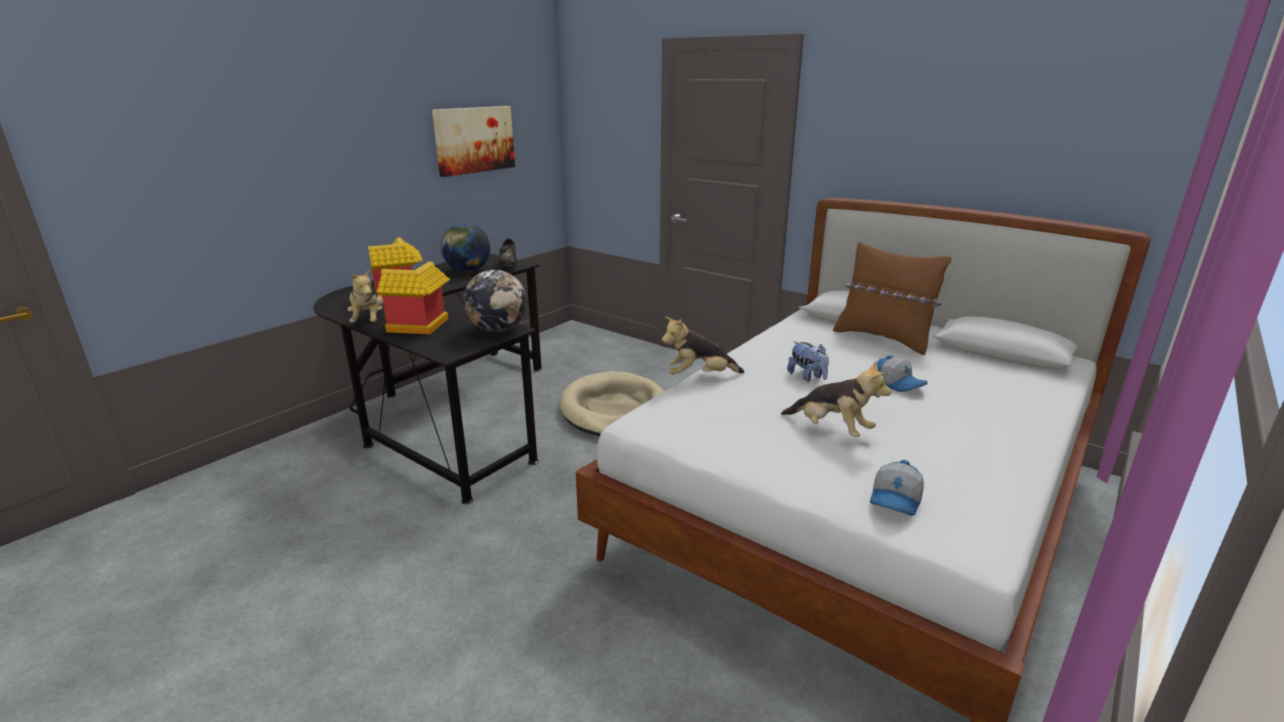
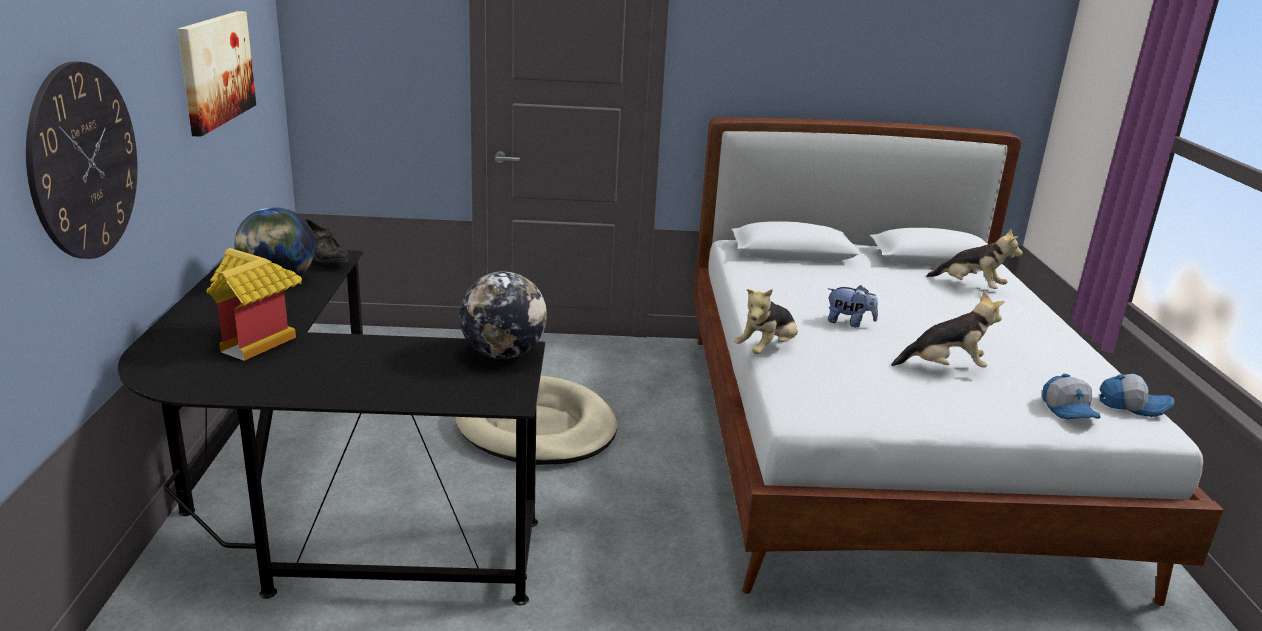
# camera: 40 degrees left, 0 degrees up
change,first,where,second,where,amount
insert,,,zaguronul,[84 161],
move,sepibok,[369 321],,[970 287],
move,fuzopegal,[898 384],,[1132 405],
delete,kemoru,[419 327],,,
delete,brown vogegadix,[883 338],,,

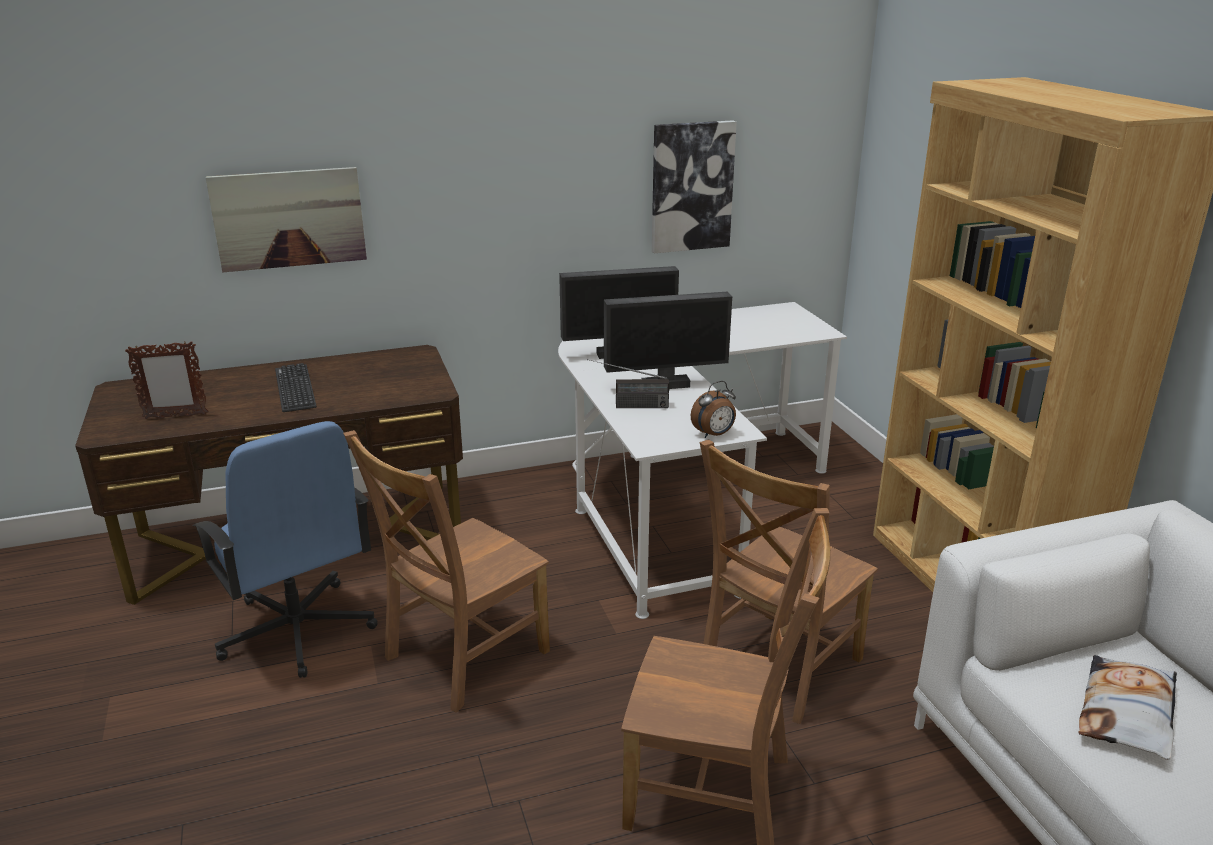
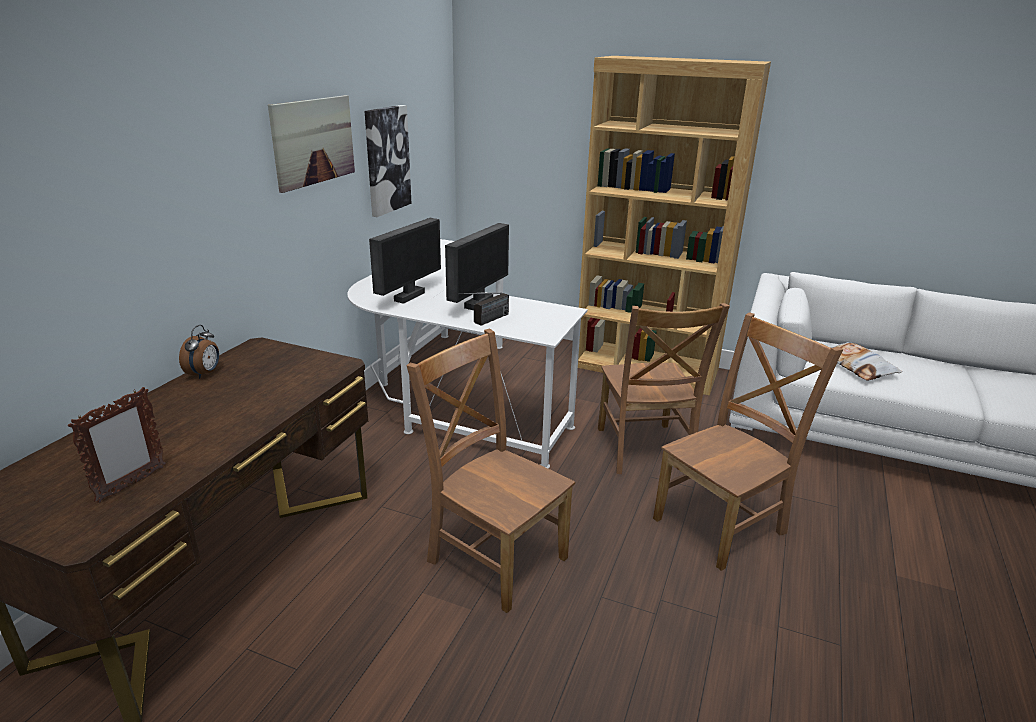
# camera: 50 degrees left, 0 degrees up
change,first,where,second,where,amount
move,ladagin,[714 435],,[205 374],
move,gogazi,[289 219],,[313 141],
rotate,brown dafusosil,[461 657],,[494 556],135 degrees clockwise
delete,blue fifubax,[297 631],,,
delete,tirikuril,[295 388],,,

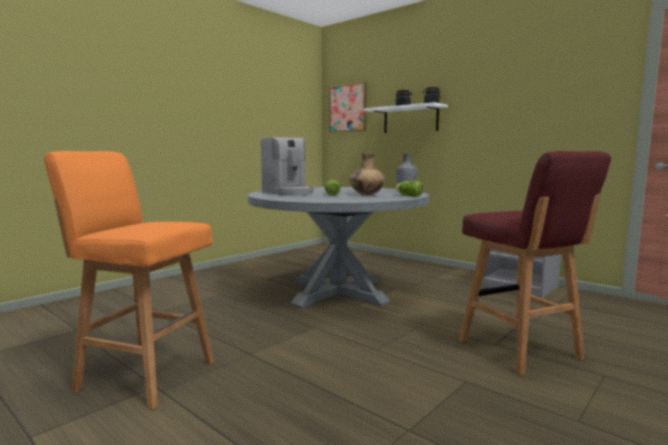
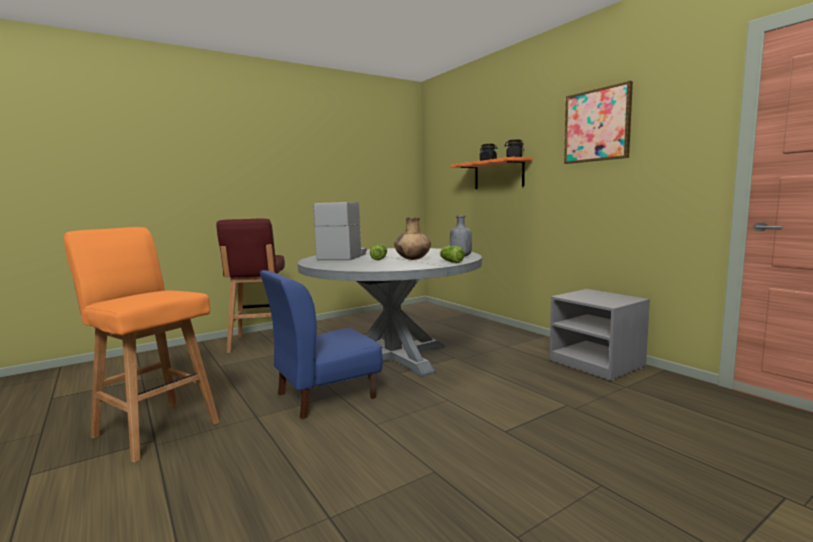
# camera: 15 degrees right, 0 degrees up
change,first,where,second,where,amount
move,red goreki,[521 350],,[259 343],
insert,,,blue dafusosil,[325 395],
rotate,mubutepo,[288 193],,[343 256],150 degrees counterclockwise
recolor,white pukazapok,[410 119],orange pukazapok,[498 174],
move,gogazi,[348 108],,[597 125],

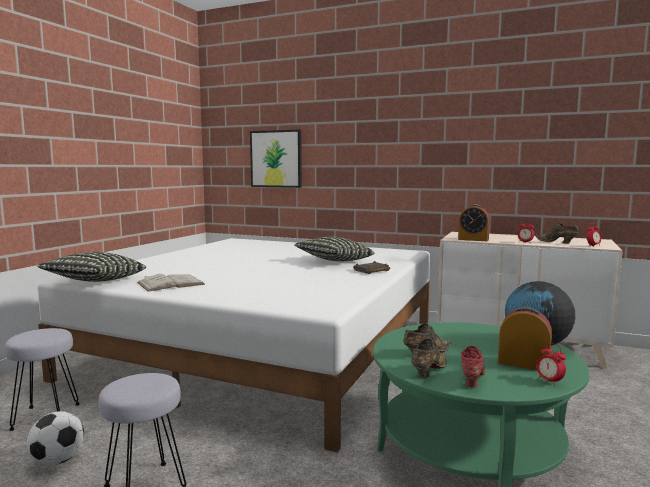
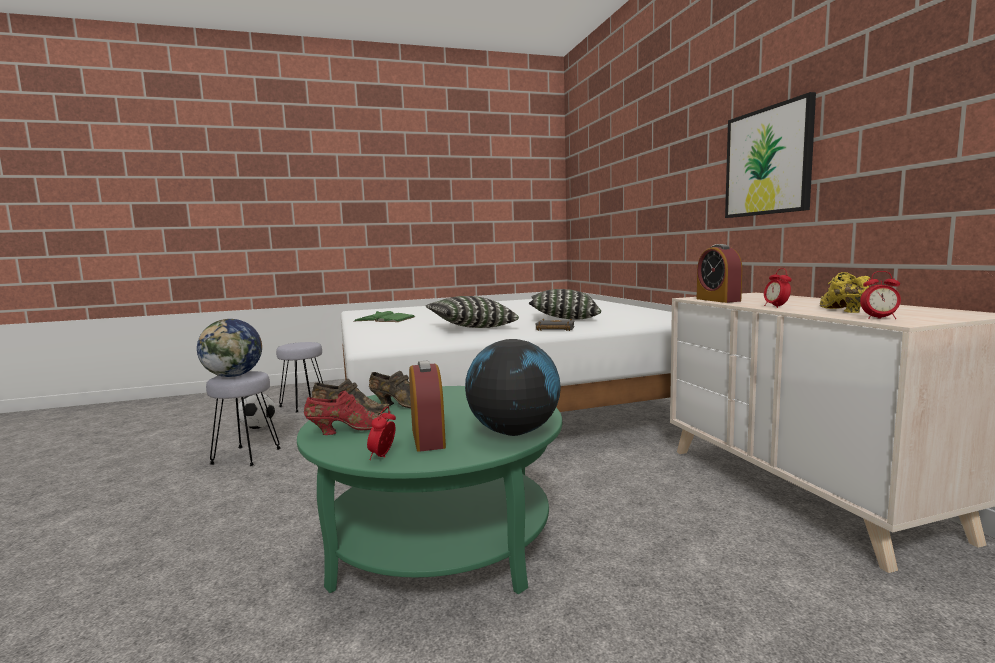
# camera: 50 degrees right, 0 degrees up
change,first,where,second,where,amount
insert,,,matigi,[233 376],
recolor,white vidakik,[171 283],green vidakik,[385 319],
move,vogegadix,[95 282],,[470 328],
move,gogazi,[276 159],,[768 161],
recolor,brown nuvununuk,[557 242],yellow nuvununuk,[842 310],

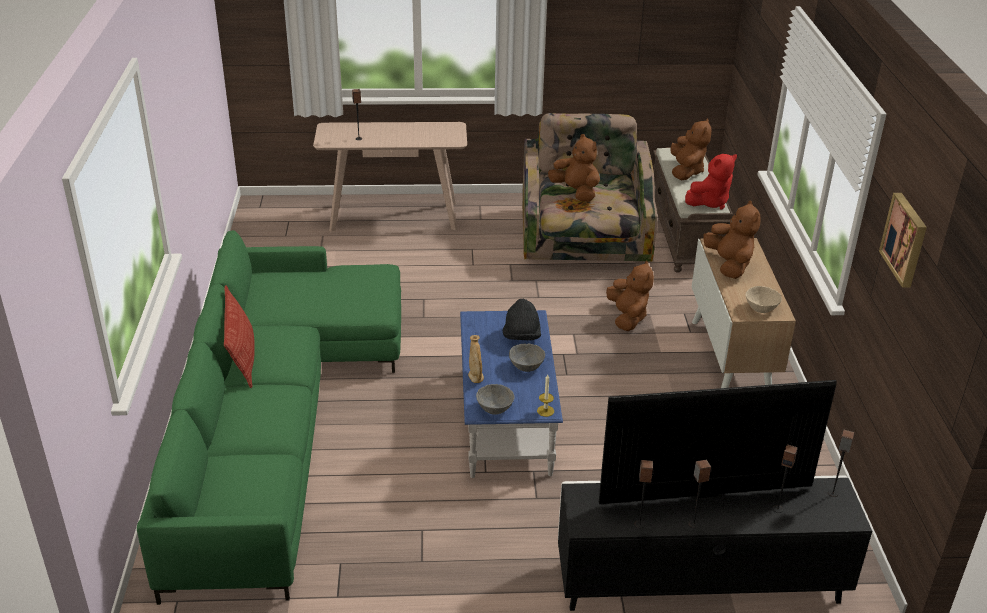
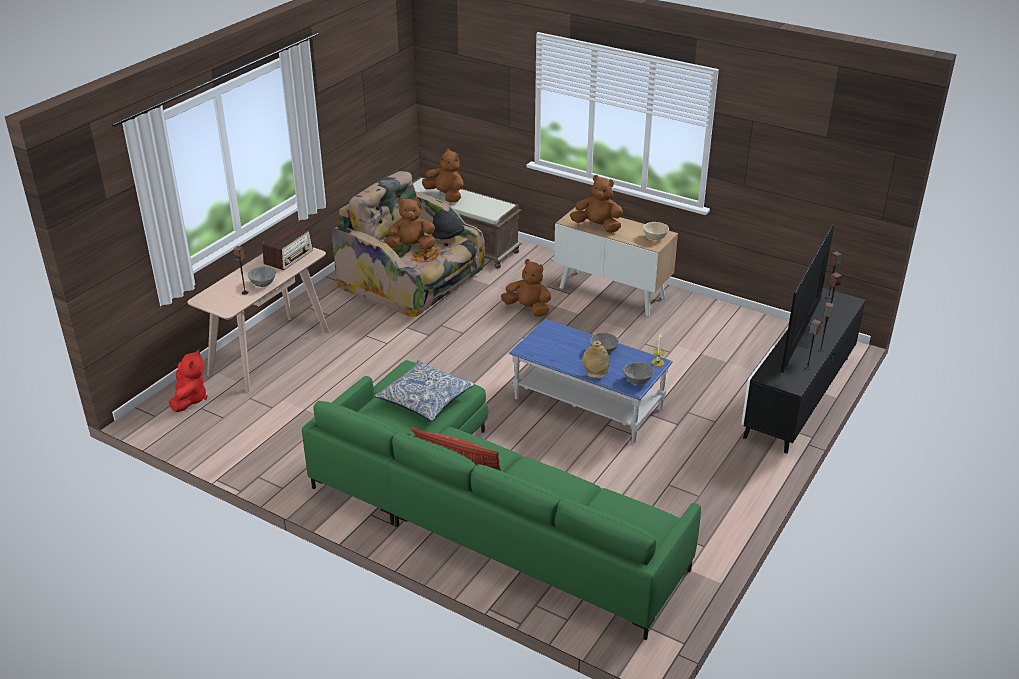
# camera: 55 degrees left, 0 degrees up
change,first,where,second,where,amount
move,red sepibok,[710 202],,[190 399],
insert,,,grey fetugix,[263 284],
insert,,,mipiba,[288 257],
insert,,,vogegadix,[425 399],
move,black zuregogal,[521 337],,[447 237],
delete,gogazi,[906 239],,,

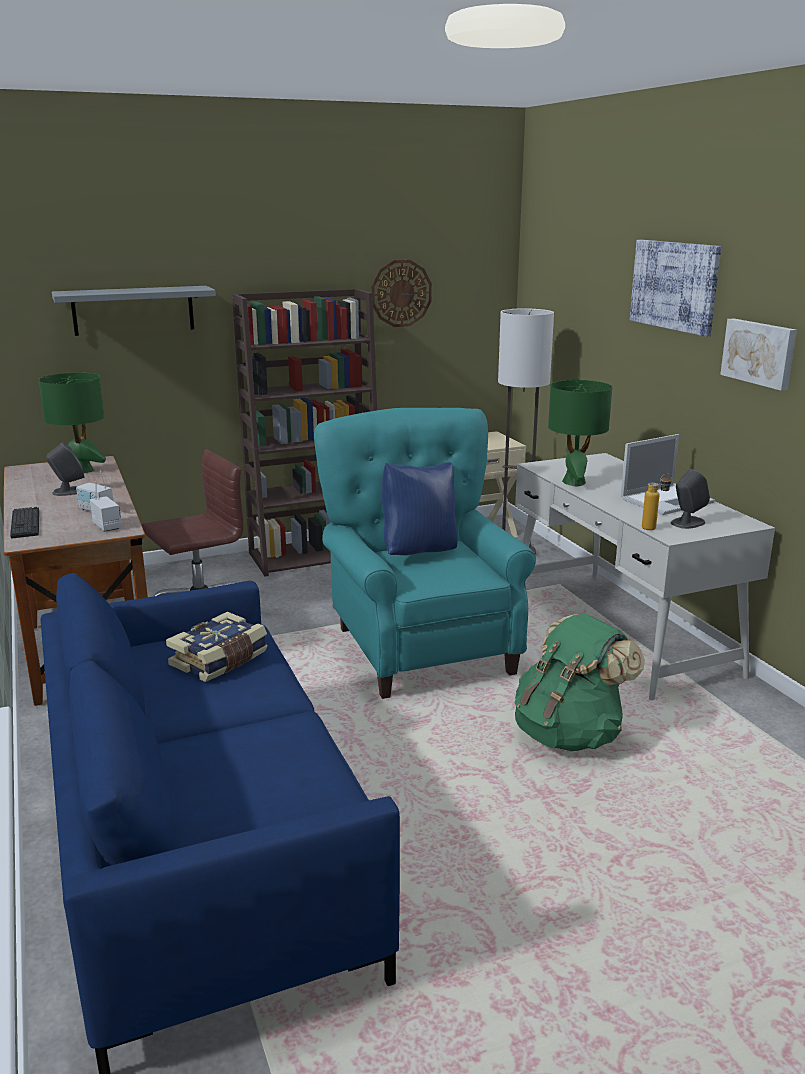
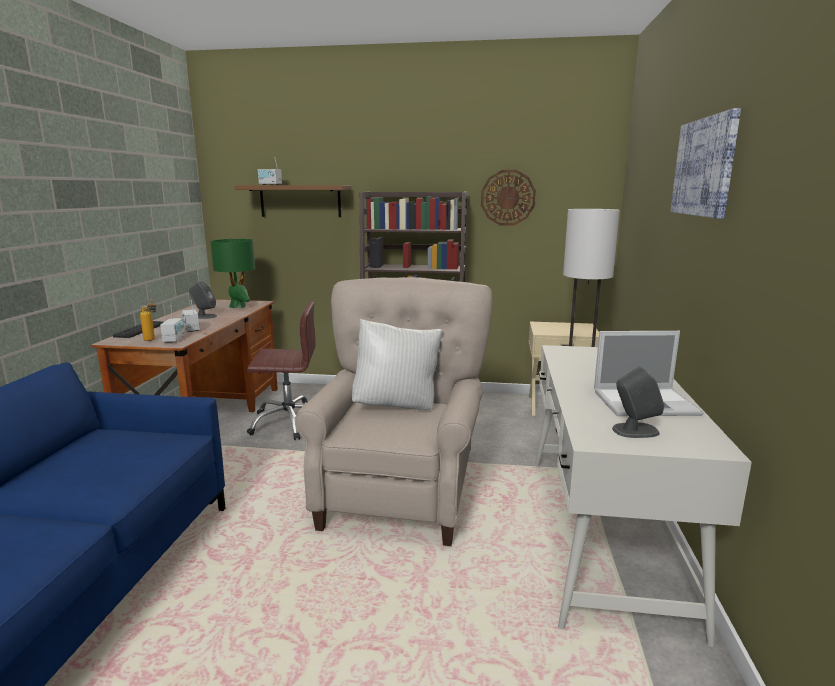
# camera: 30 degrees right, 5 degrees down
change,first,where,second,where,amount
move,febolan,[654 528],,[152 340],
recolor,grey pukazapok,[133 310],brown pukazapok,[300 201],
insert,,,mipiba,[270 184],
recolor,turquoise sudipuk,[420 647],beige sudipuk,[400 493],
recolor,blue vogegadix,[419 552],white vogegadix,[397 406],
delete,vidakik,[220 660],,,
delete,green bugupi,[569 734],,,
delete,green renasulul,[574 482],,,
delete,gogazi,[760 353],,,

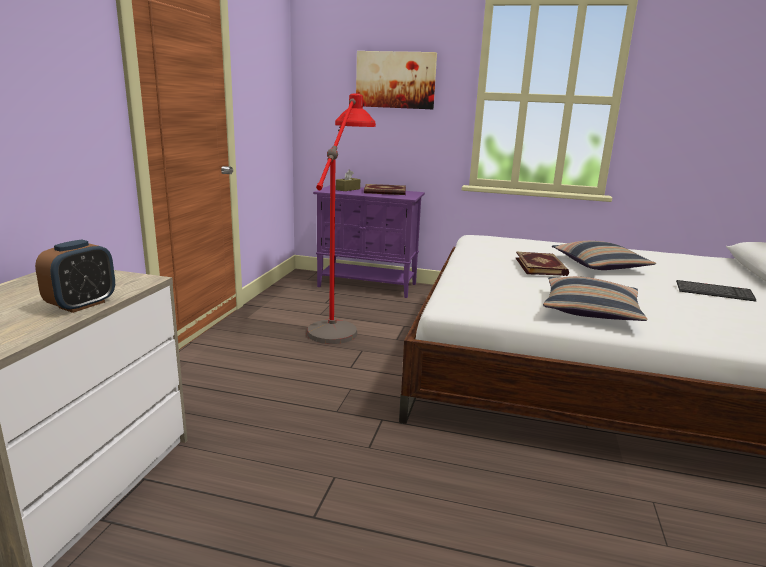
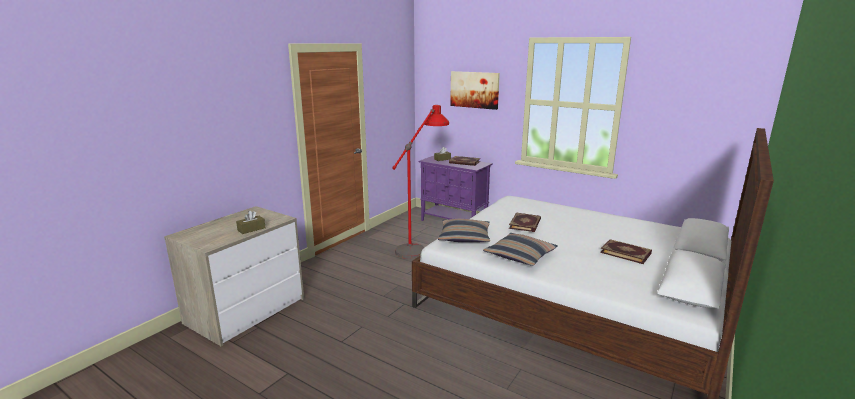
# camera: 20 degrees right, 0 degrees up
change,first,where,second,where,amount
replace,ladagin,[82 305],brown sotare,[251 229],
move,vogegadix,[599 265],,[464 237],
replace,tirikuril,[714 292],vidakik,[625 253],

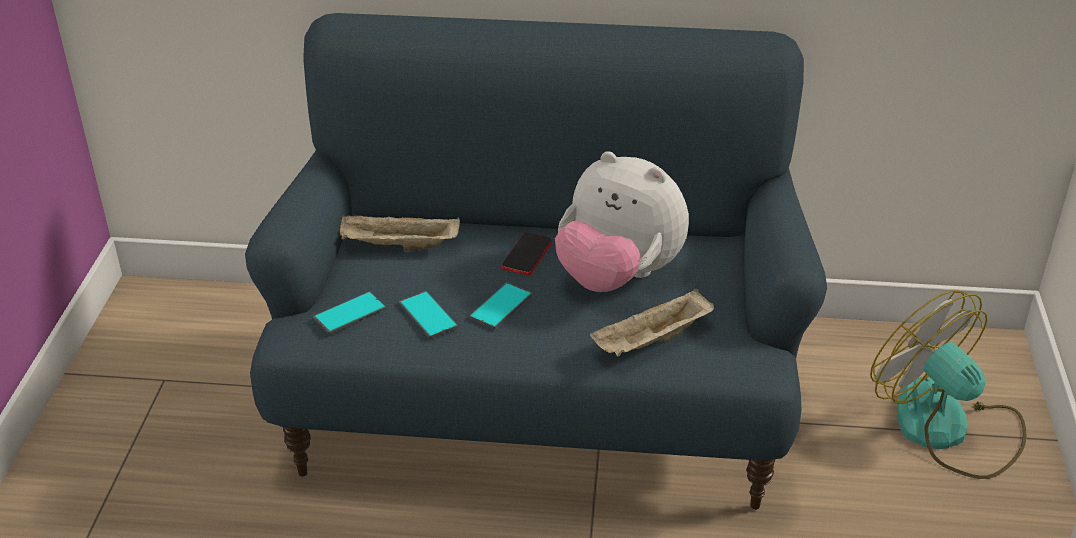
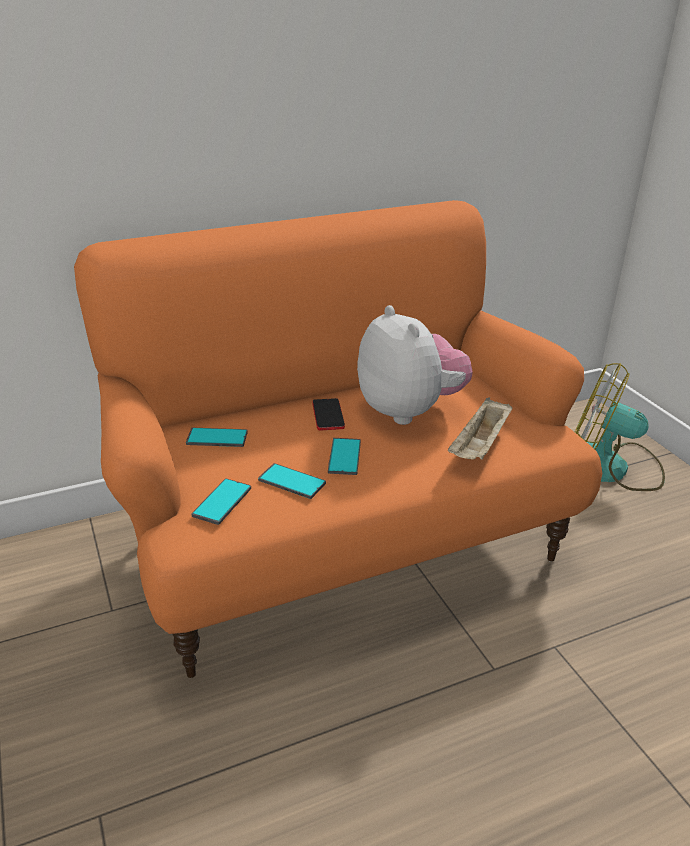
# camera: 30 degrees left, 5 degrees down
change,first,where,second,where,amount
recolor,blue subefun,[537 404],orange subefun,[342 544],
replace,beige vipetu,[398 246],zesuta,[217 438],
rotate,sepibok,[618 276],,[409 411],120 degrees counterclockwise

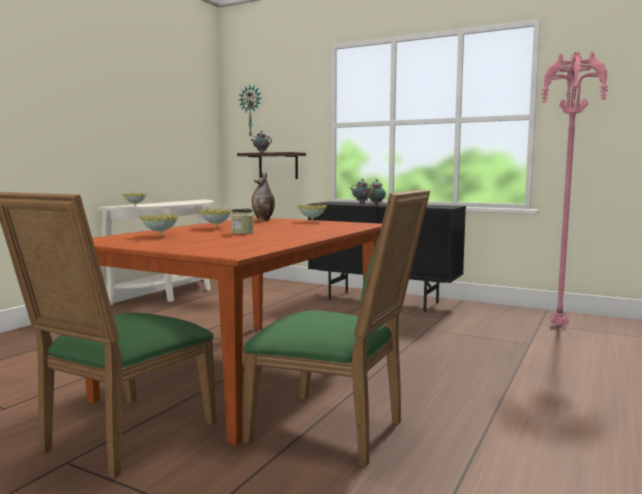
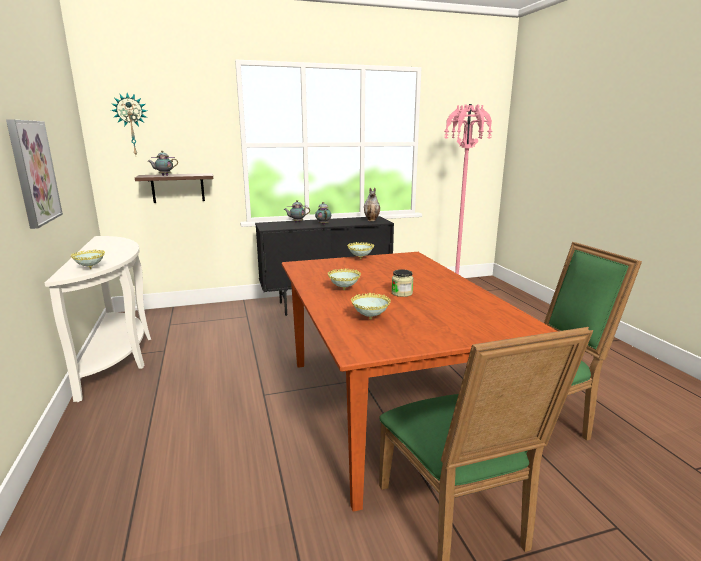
# camera: 45 degrees left, 10 degrees up
change,first,where,second,where,amount
insert,,,gogazi,[33 172],
move,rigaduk,[264 220],,[372 220],

